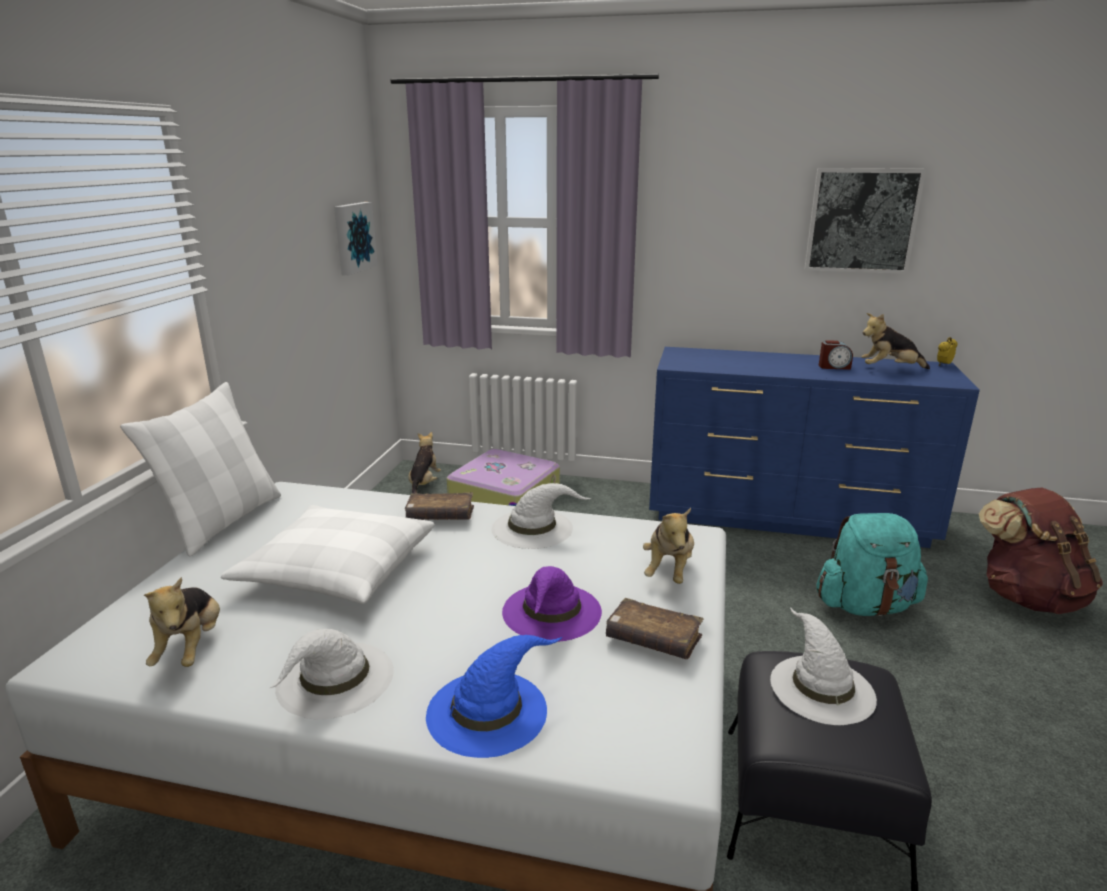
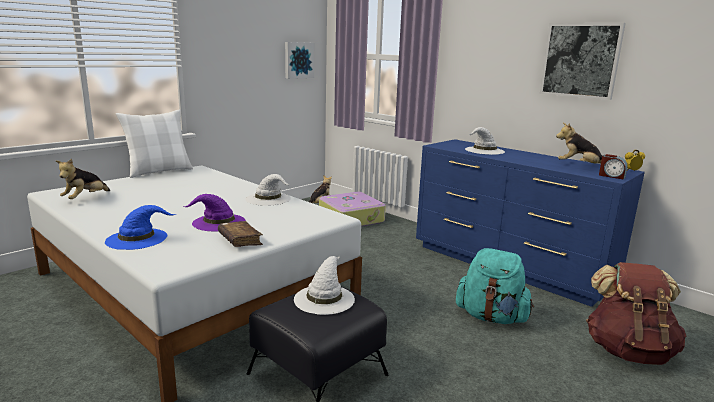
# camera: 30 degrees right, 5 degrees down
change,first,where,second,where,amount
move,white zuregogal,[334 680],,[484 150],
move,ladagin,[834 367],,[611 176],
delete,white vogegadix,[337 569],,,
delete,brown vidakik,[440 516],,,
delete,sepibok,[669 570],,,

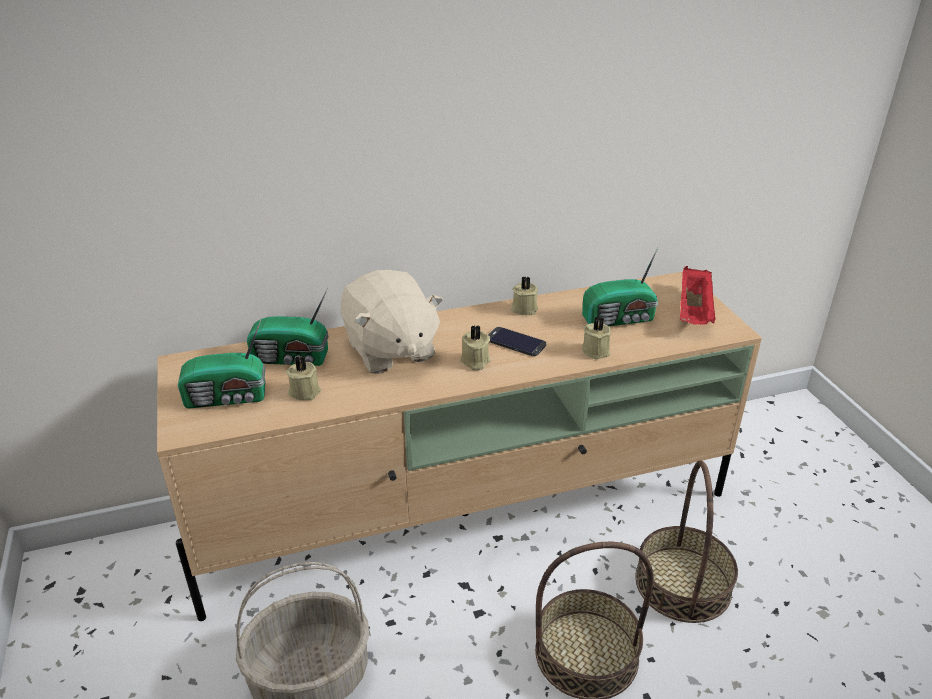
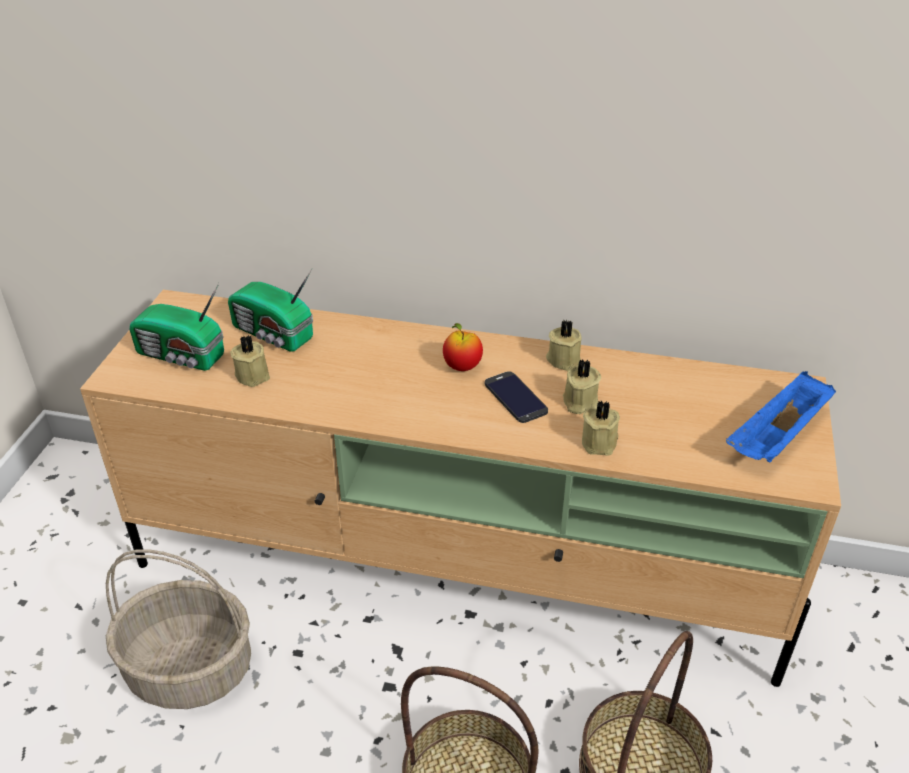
# camera: 30 degrees right, 5 degrees up
change,first,where,second,where,amount
insert,,,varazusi,[462 367],
move,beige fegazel,[475 361],,[579 402],
recolor,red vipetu,[694 312],blue vipetu,[777 437],
delete,beige sepibok,[390 350],,,
delete,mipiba,[620 319],,,

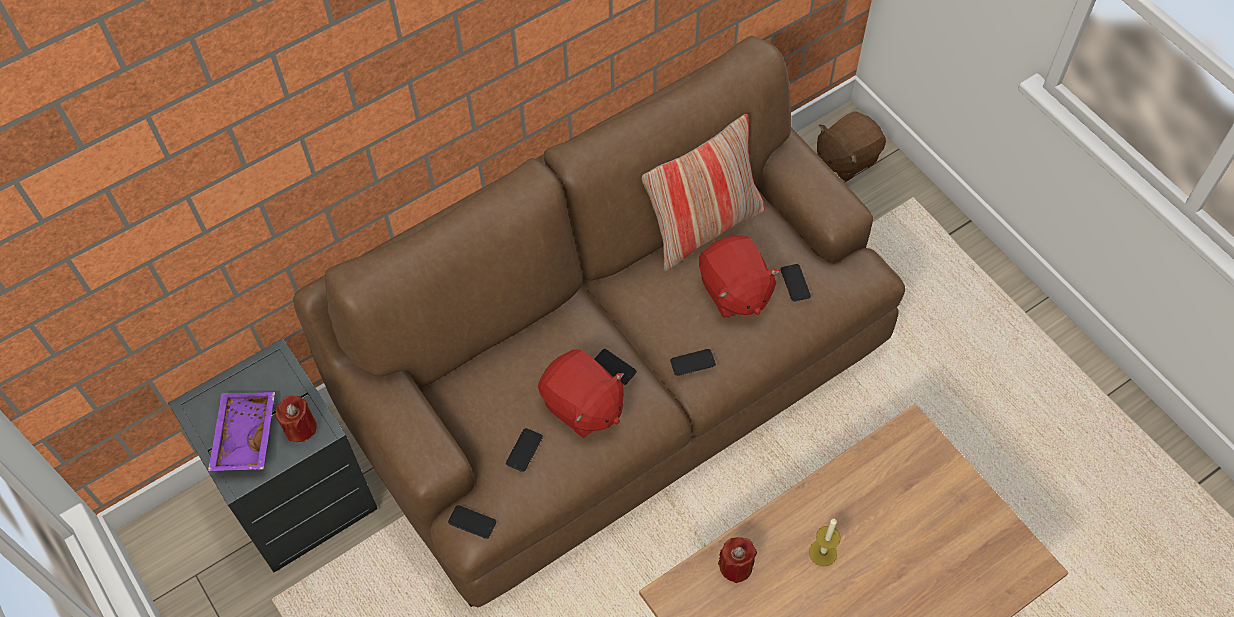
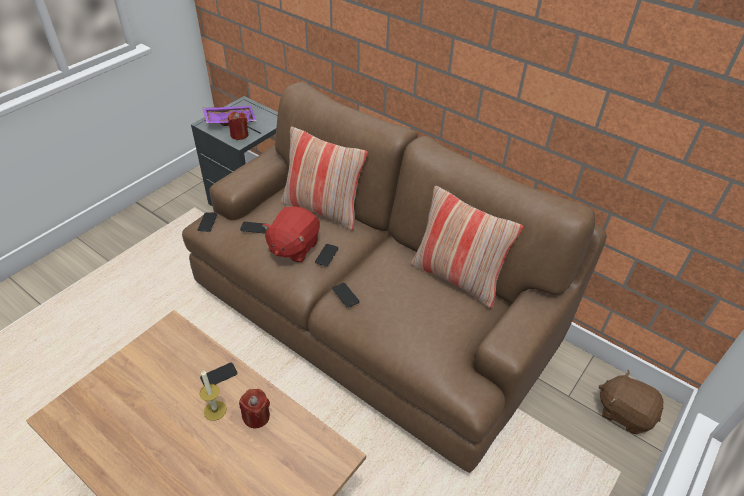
# camera: 70 degrees right, 15 degrees down
change,first,where,second,where,amount
move,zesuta,[795 283],,[219 375],
move,red fegazel,[736 566],,[256 416],
insert,,,vogegadix,[323 209],
delete,red sepibok,[734 291],,,

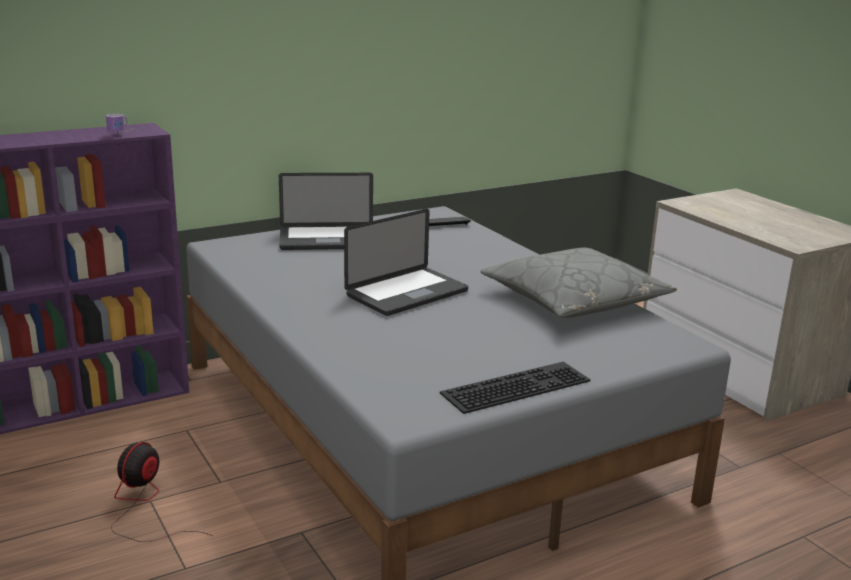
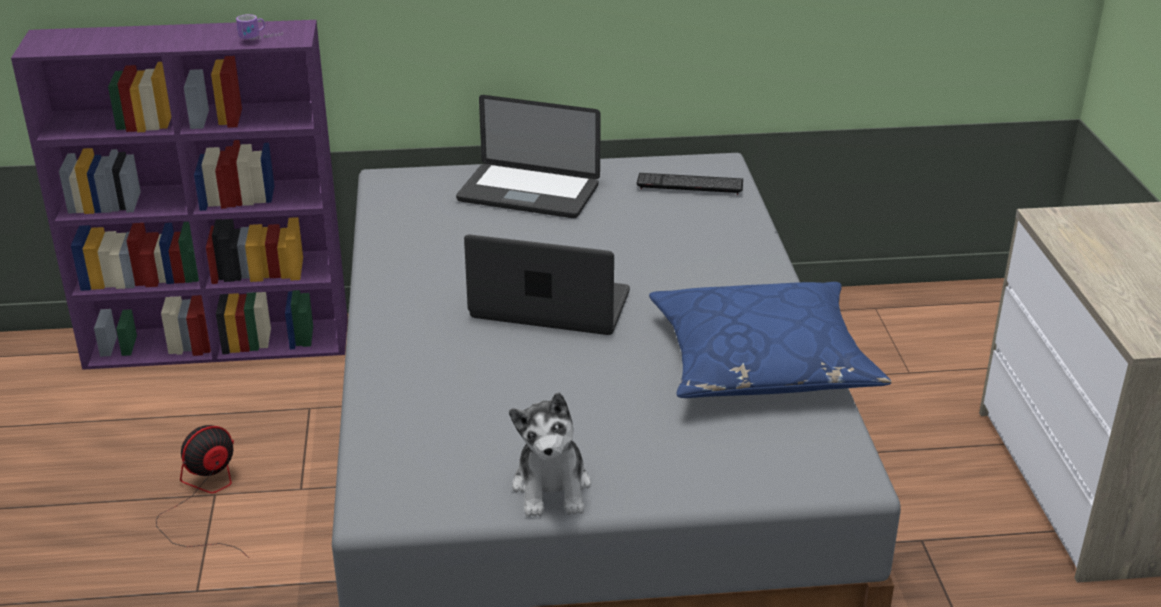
# camera: 25 degrees right, 10 degrees up
change,first,where,second,where,amount
rotate,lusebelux,[407 293],,[550 306],150 degrees counterclockwise
replace,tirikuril,[515 385],sepibok,[552 487],
recolor,grey vogegadix,[574 300],blue vogegadix,[761 361],

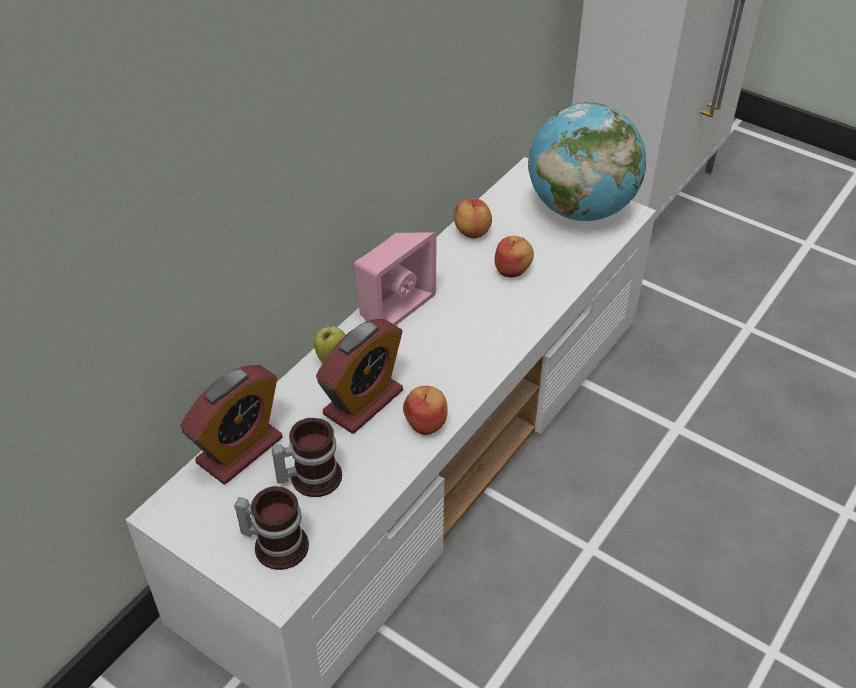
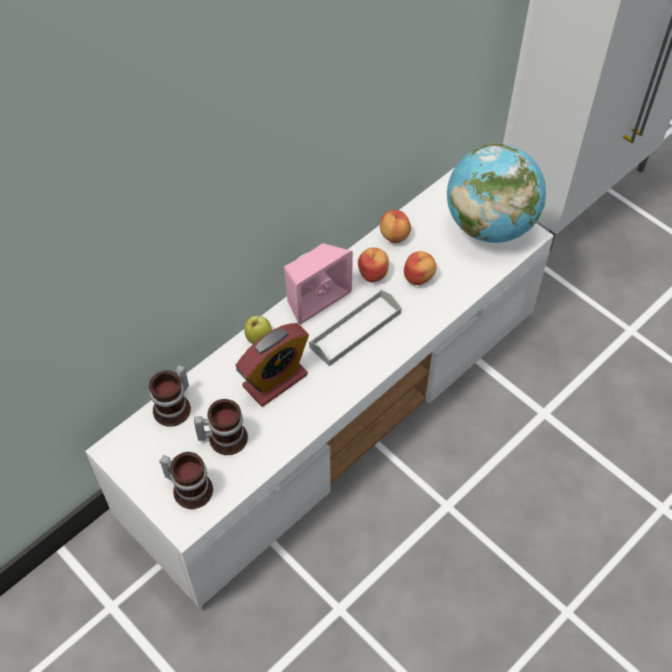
# camera: 10 degrees right, 10 degrees up
change,first,where,second,where,amount
replace,ladagin,[239 450],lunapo,[175 407],
insert,,,grey vipetu,[355 330],
move,varazusi,[426 422],,[373 273],

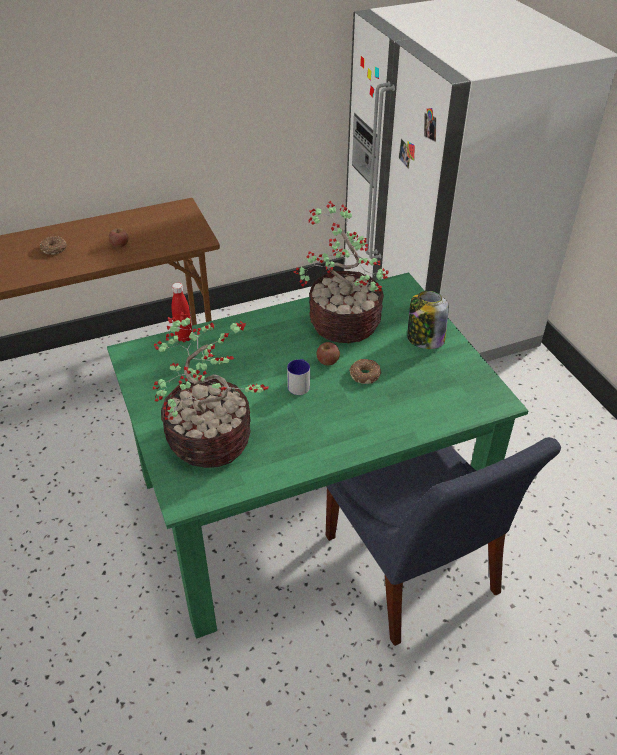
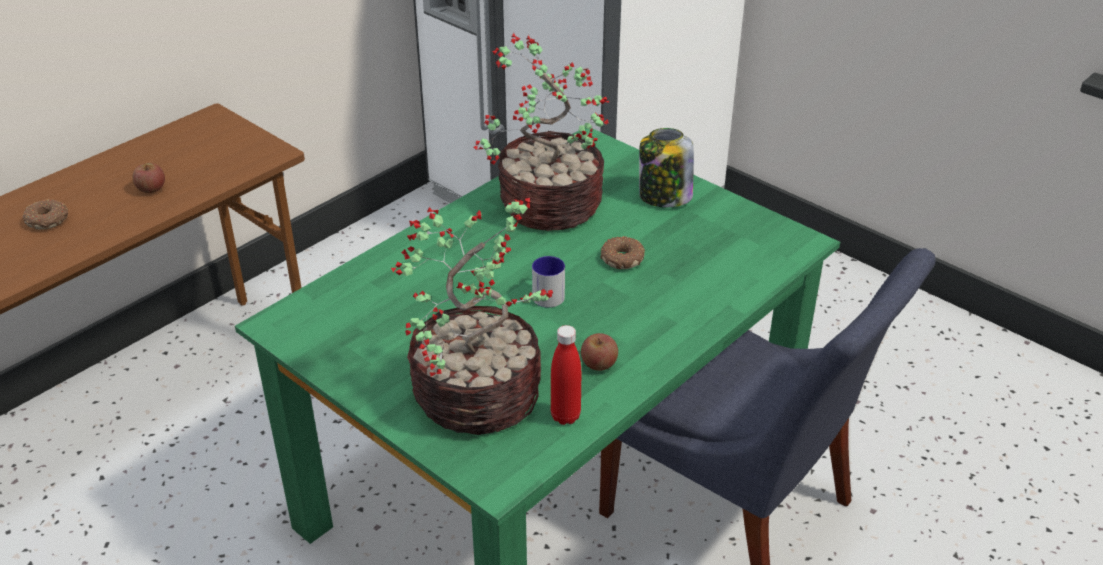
# camera: 25 degrees left, 5 degrees down
change,first,where,second,where,amount
move,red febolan,[184 337],,[565 416],
move,varazusi,[327 361],,[599 364],

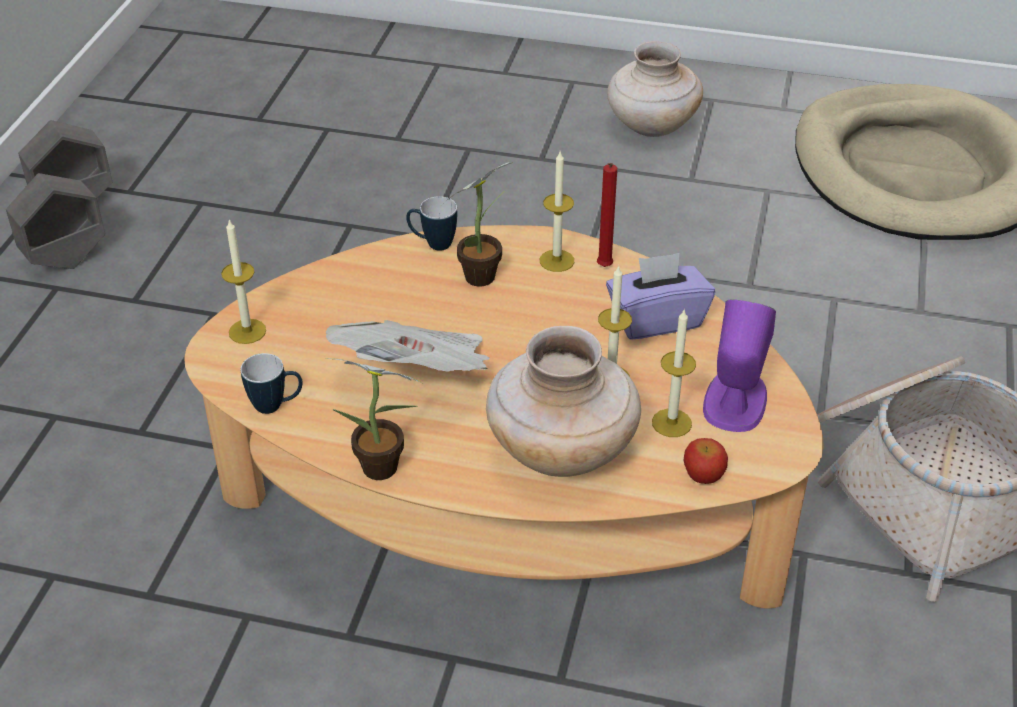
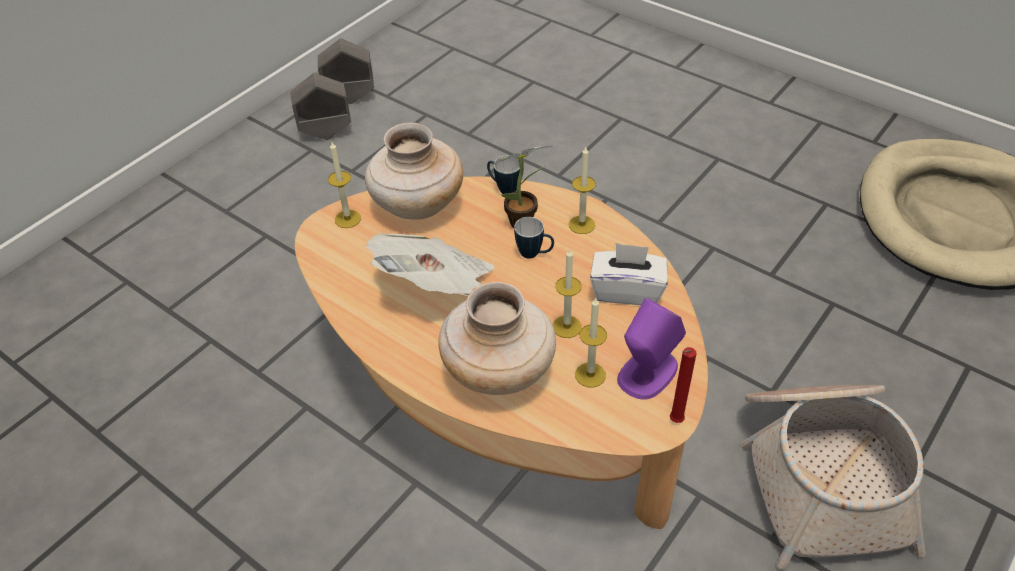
# camera: 25 degrees right, 5 degrees up
change,first,where,second,where,amount
move,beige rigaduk,[651 127],,[417 205],
move,lunapo,[276 406],,[534 254],
recolor,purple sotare,[656 319],white sotare,[627 290],
move,red fegazel,[603 268],,[674 422],
delete,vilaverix,[385 470],,,
delete,varazusi,[703 476],,,

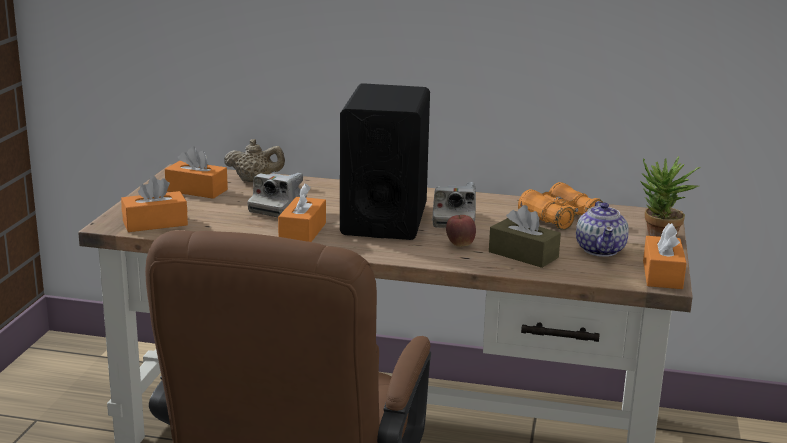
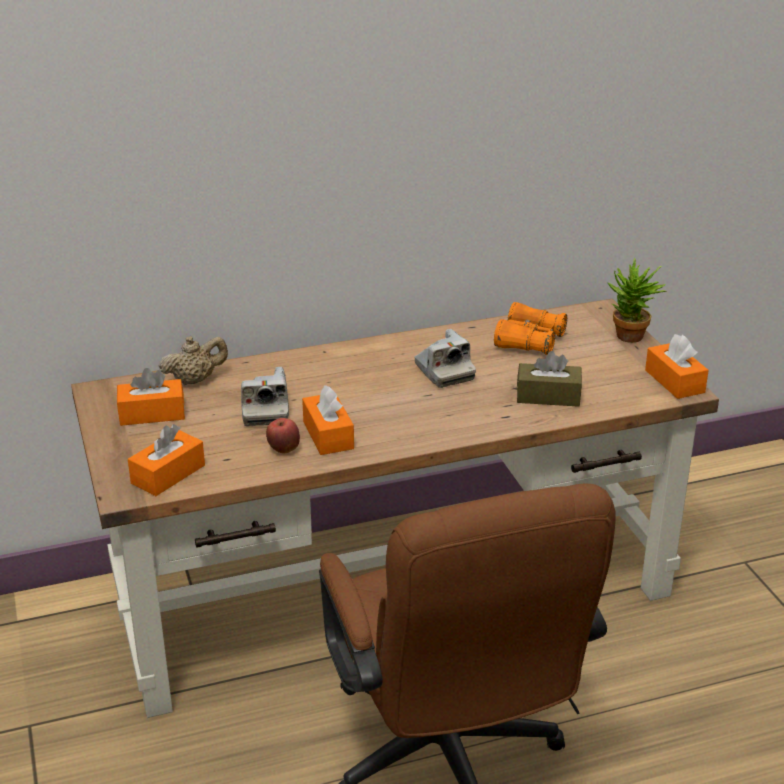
# camera: 30 degrees left, 10 degrees up
change,first,where,second,where,amount
move,varazusi,[460 245],,[283 450],
delete,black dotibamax,[384 219],,,
delete,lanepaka,[600 250],,,

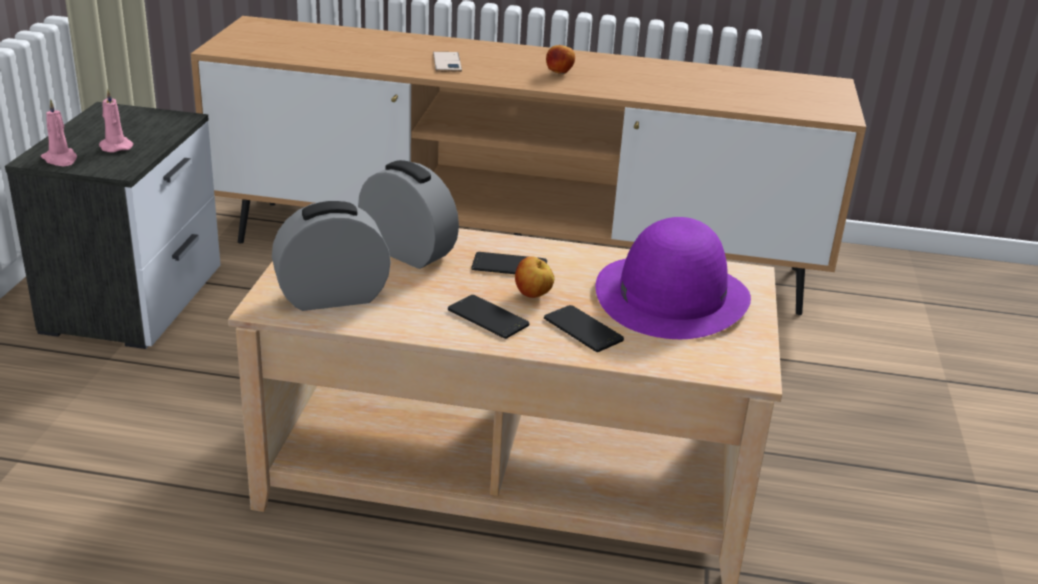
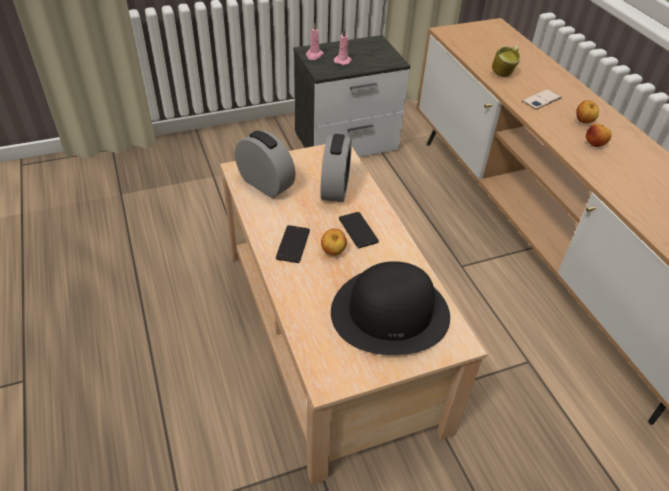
# camera: 60 degrees right, 15 degrees up
change,first,where,second,where,amount
recolor,purple zuregogal,[671 296],black zuregogal,[390 312],
insert,,,lunapo,[504 72],
insert,,,varazusi,[583 122],
delete,zesuta,[583 329],,,

